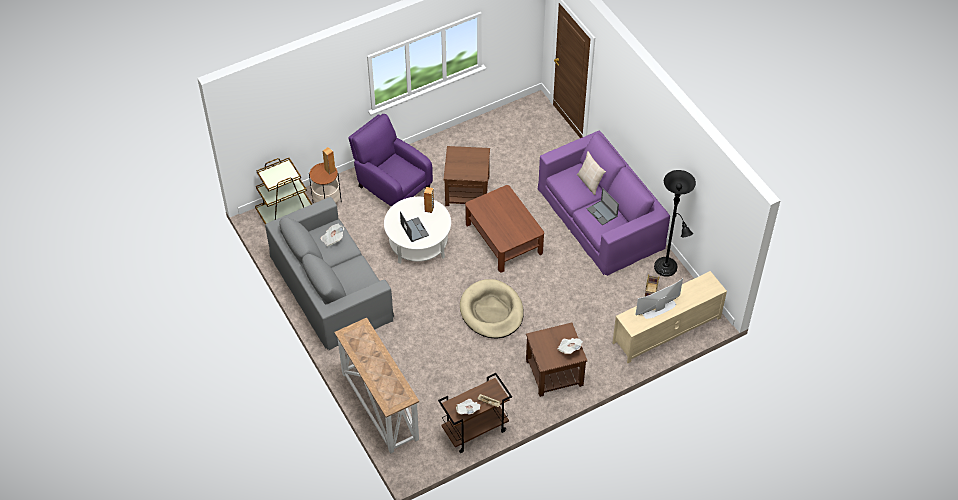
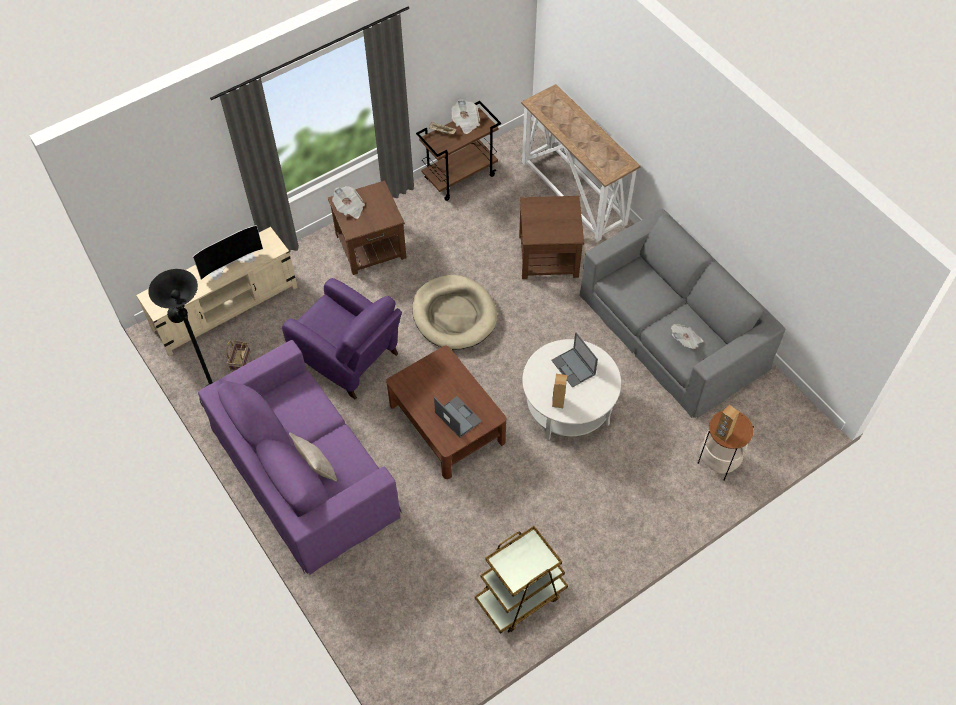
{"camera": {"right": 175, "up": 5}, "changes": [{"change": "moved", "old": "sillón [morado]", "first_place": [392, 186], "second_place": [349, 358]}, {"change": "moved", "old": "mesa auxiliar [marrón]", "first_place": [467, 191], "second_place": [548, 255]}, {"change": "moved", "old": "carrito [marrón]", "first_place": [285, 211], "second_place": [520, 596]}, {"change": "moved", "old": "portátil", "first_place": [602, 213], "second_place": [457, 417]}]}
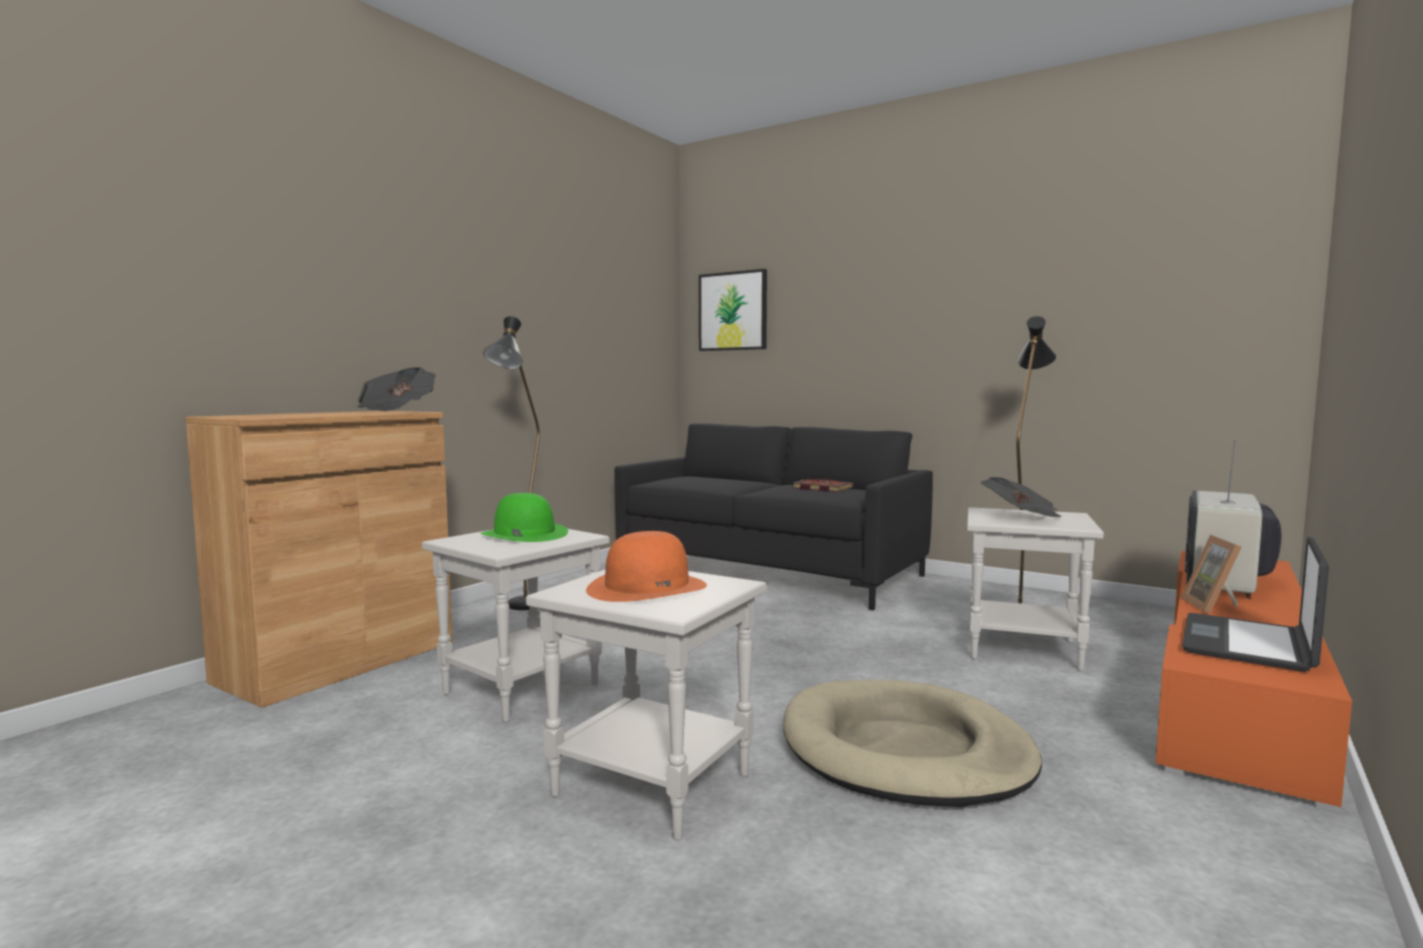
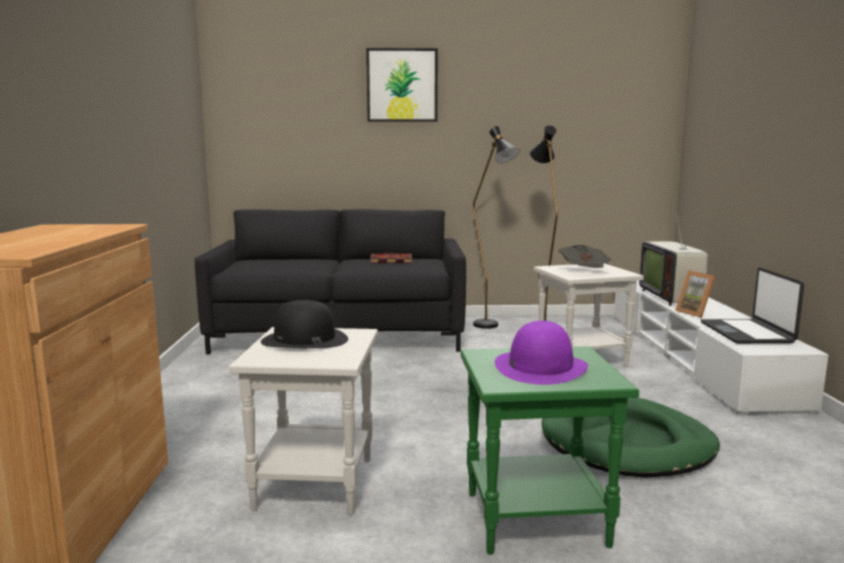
{"camera": {"right": -35, "up": 5}, "changes": [{"change": "moved", "old": "cuadro", "first_place": [733, 311], "second_place": [402, 85]}, {"change": "moved", "old": "lámpara de pie [negro]", "first_place": [521, 609], "second_place": [491, 327]}, {"change": "removed", "old": "periódico", "first_place": [397, 412]}, {"change": "recoloured", "old": "sombrero [verde]", "new": "sombrero [negro]", "first_place": [524, 534], "second_place": [304, 340]}, {"change": "recoloured", "old": "sombrero [naranja]", "new": "sombrero [morado]", "first_place": [647, 587], "second_place": [540, 367]}, {"change": "recoloured", "old": "mueble de televisión [naranja]", "new": "mueble de televisión [blanco]", "first_place": [1233, 682], "second_place": [694, 355]}, {"change": "recoloured", "old": "mesa auxiliar [blanco]", "new": "mesa auxiliar [verde]", "first_place": [648, 785], "second_place": [534, 520]}, {"change": "recoloured", "old": "cama para perro [beis]", "new": "cama para perro [verde]", "first_place": [905, 751], "second_place": [627, 443]}]}
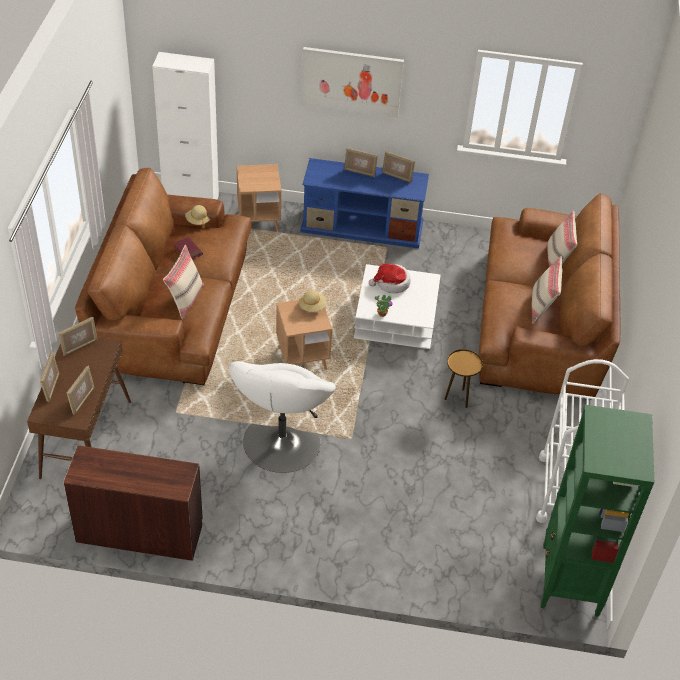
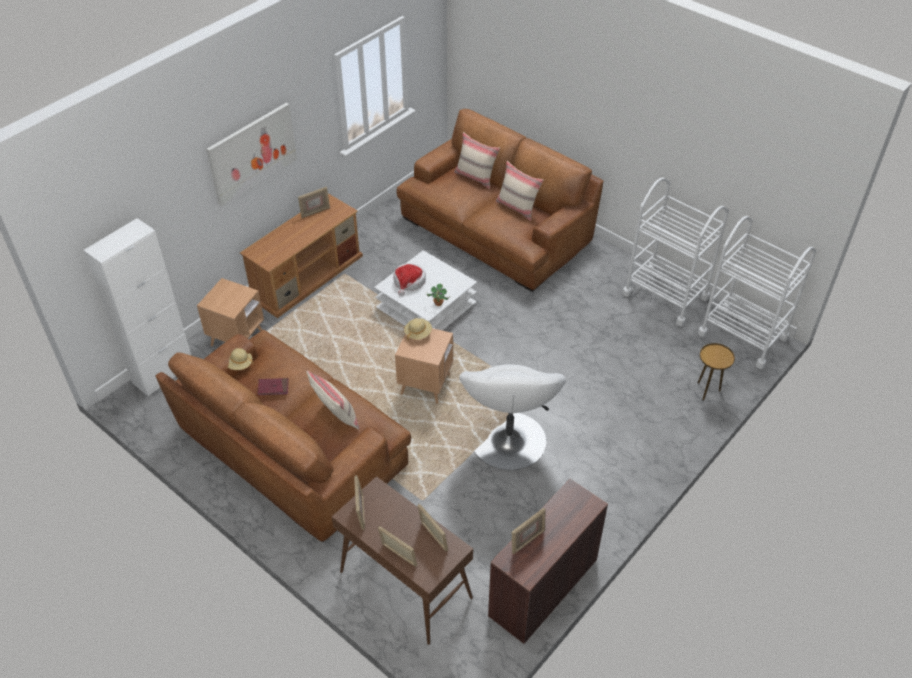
{"camera": {"right": -55, "up": 0}, "changes": [{"change": "moved", "old": "portarretratos", "first_place": [359, 172], "second_place": [527, 540]}, {"change": "recoloured", "old": "mueble de televisión [azul]", "new": "mueble de televisión [marrón]", "first_place": [363, 226], "second_place": [307, 276]}, {"change": "moved", "old": "mesa auxiliar [marrón]", "first_place": [458, 398], "second_place": [707, 391]}, {"change": "turned", "old": "sillón [blanco]", "first_place": [281, 443], "second_place": [508, 441], "degrees": 45}, {"change": "replaced", "old": "estantería [verde]", "new": "carrito [blanco]", "first_place": [569, 581], "second_place": [742, 336]}]}
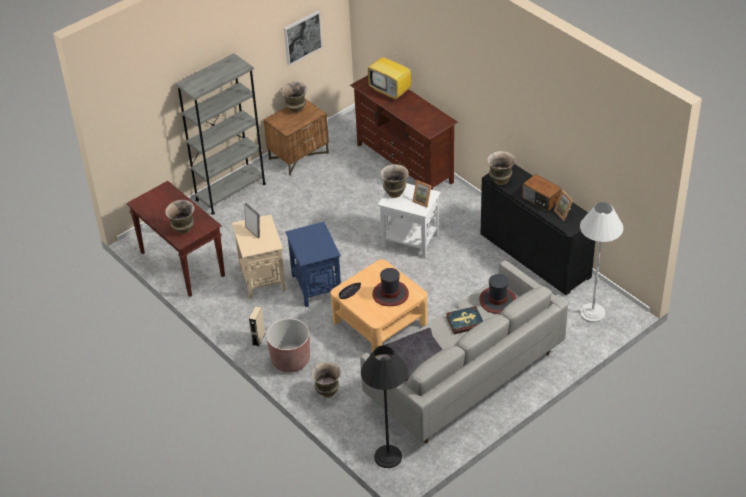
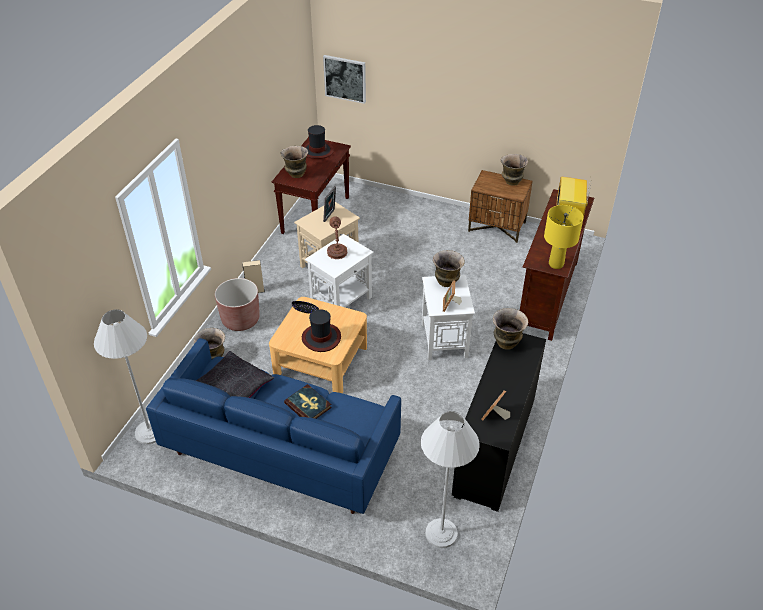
{"camera": {"right": 60, "up": 0}, "changes": [{"change": "moved", "old": "cuadro", "first_place": [302, 37], "second_place": [345, 78]}, {"change": "removed", "old": "estantería [gris]", "first_place": [230, 192]}, {"change": "removed", "old": "radio", "first_place": [540, 200]}, {"change": "recoloured", "old": "mesa auxiliar [azul]", "new": "mesa auxiliar [blanco]", "first_place": [316, 285], "second_place": [342, 300]}, {"change": "recoloured", "old": "sofá [gris]", "new": "sofá [azul]", "first_place": [463, 377], "second_place": [281, 451]}, {"change": "moved", "old": "sombrero", "first_place": [497, 300], "second_place": [317, 151]}, {"change": "recoloured", "old": "lámpara de pie [negro]", "new": "lámpara de pie [blanco]", "first_place": [388, 457], "second_place": [149, 432]}, {"change": "added", "new": "lámpara de mesa [amarillo]", "second_place": [556, 264]}, {"change": "added", "new": "lámpara de mesa [marrón]", "second_place": [337, 251]}]}
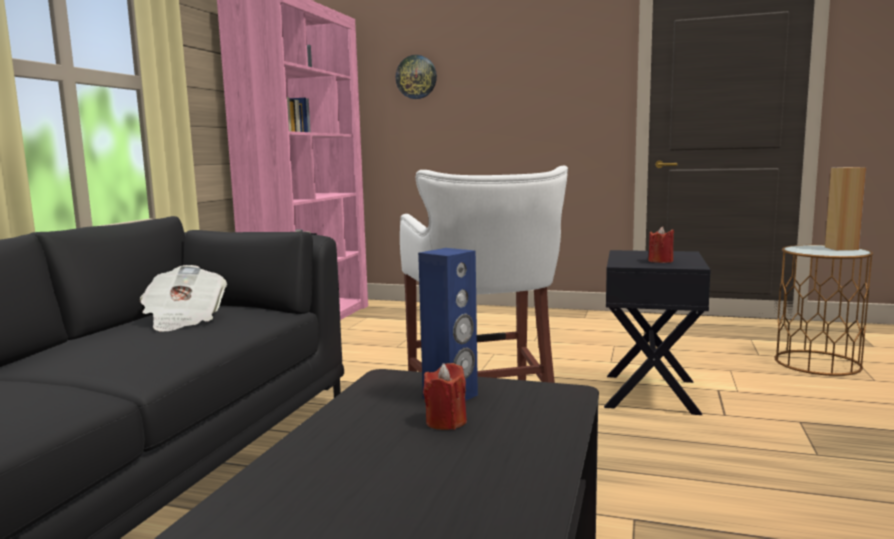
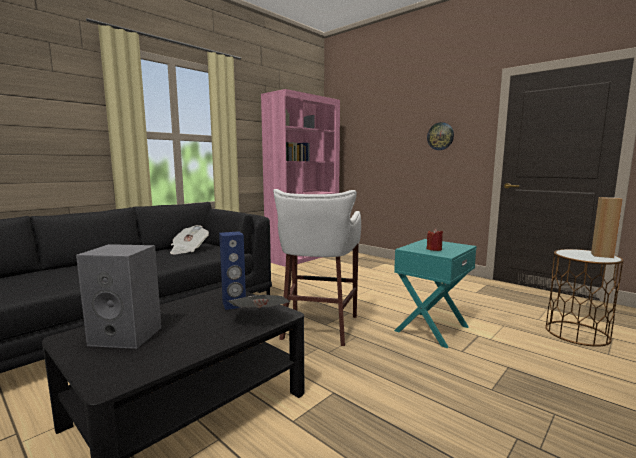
{"camera": {"right": 25, "up": 0}, "changes": [{"change": "moved", "old": "reloj de pared", "first_place": [416, 77], "second_place": [440, 136]}, {"change": "recoloured", "old": "mesa auxiliar [negro]", "new": "mesa auxiliar [turquesa]", "first_place": [648, 393], "second_place": [430, 328]}, {"change": "removed", "old": "vela [rojo]", "first_place": [446, 422]}, {"change": "added", "new": "altavoz [gris]", "second_place": [128, 335]}, {"change": "added", "new": "periódico", "second_place": [260, 318]}]}
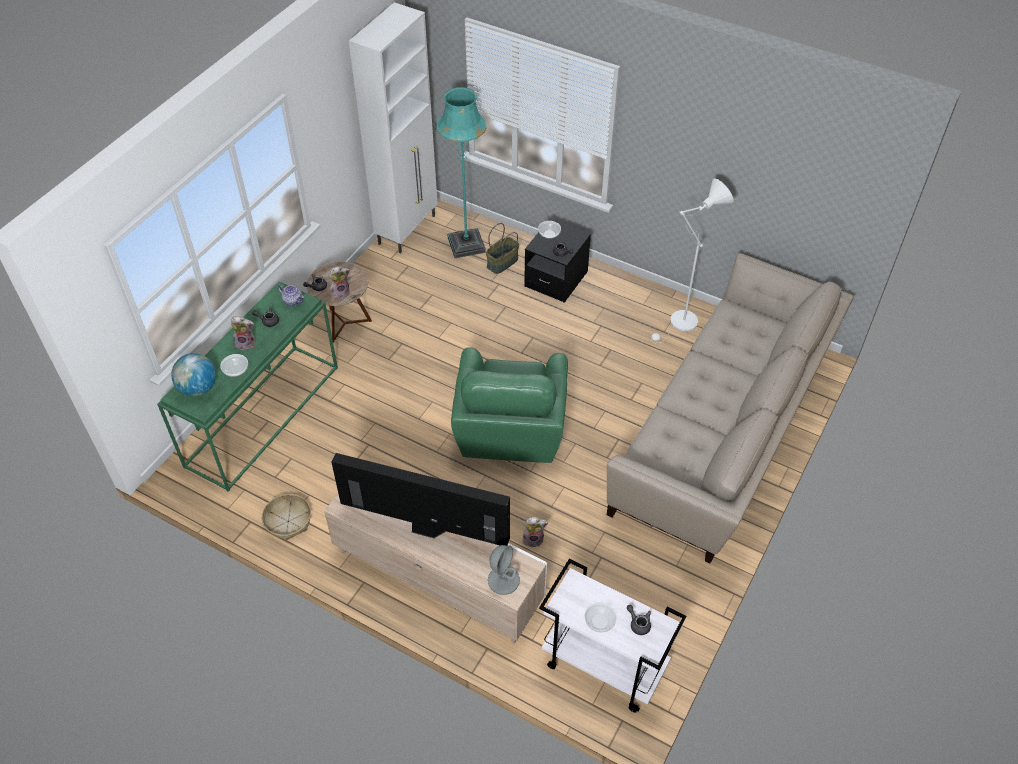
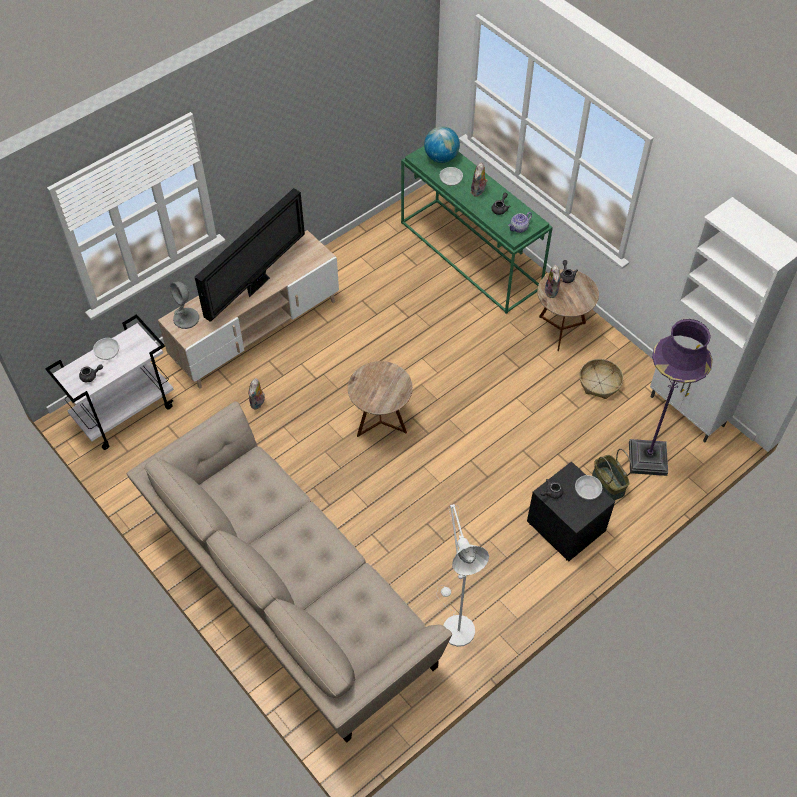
{"camera": {"right": 110, "up": 5}, "changes": [{"change": "recoloured", "old": "lámpara de pie [turquesa]", "new": "lámpara de pie [morado]", "first_place": [466, 244], "second_place": [647, 459]}, {"change": "replaced", "old": "sillón [verde]", "new": "mesa auxiliar [marrón]", "first_place": [510, 428], "second_place": [381, 422]}, {"change": "moved", "old": "cesta", "first_place": [288, 521], "second_place": [599, 383]}]}
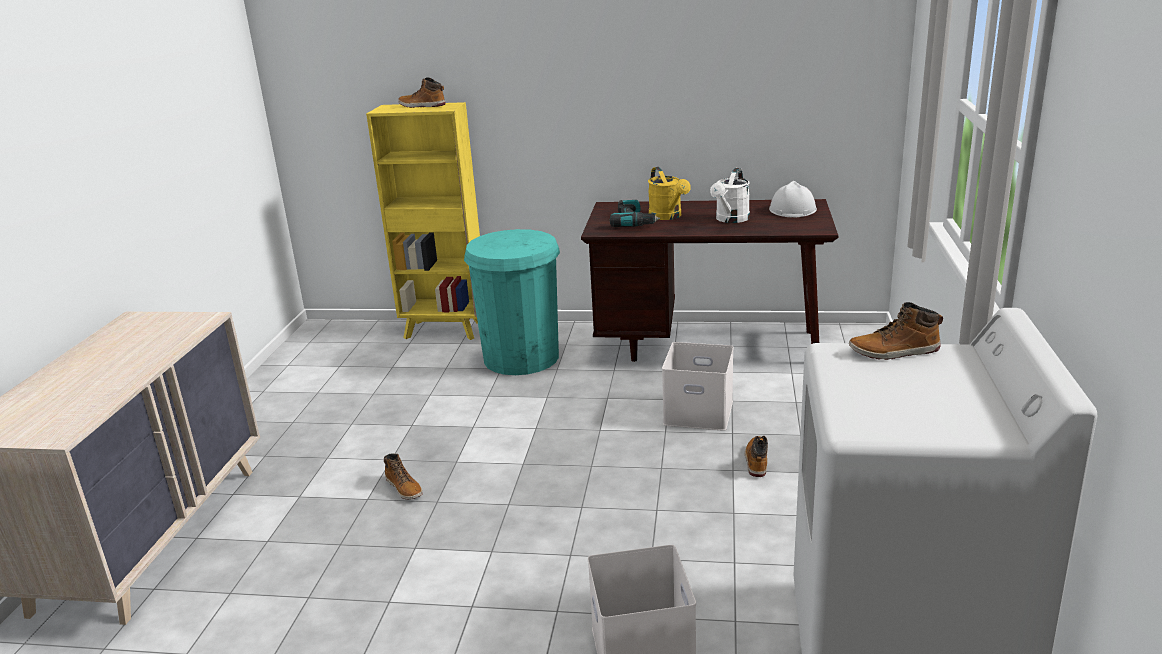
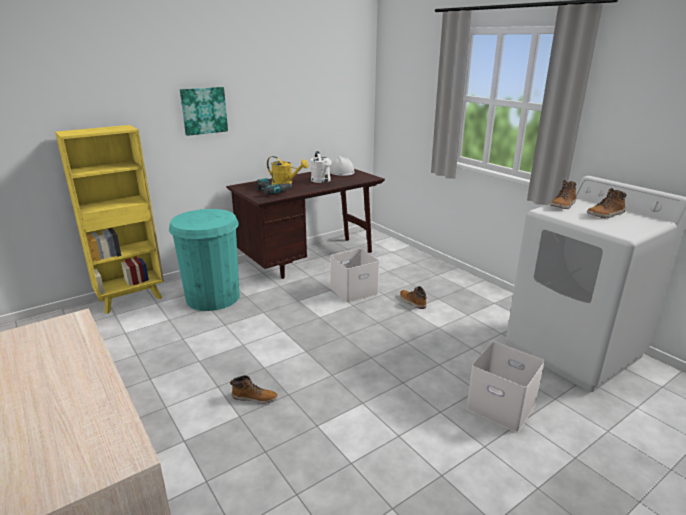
{"camera": {"right": -45, "up": 0}, "changes": [{"change": "moved", "old": "bota", "first_place": [422, 106], "second_place": [605, 214]}, {"change": "added", "new": "cuadro", "second_place": [203, 110]}]}
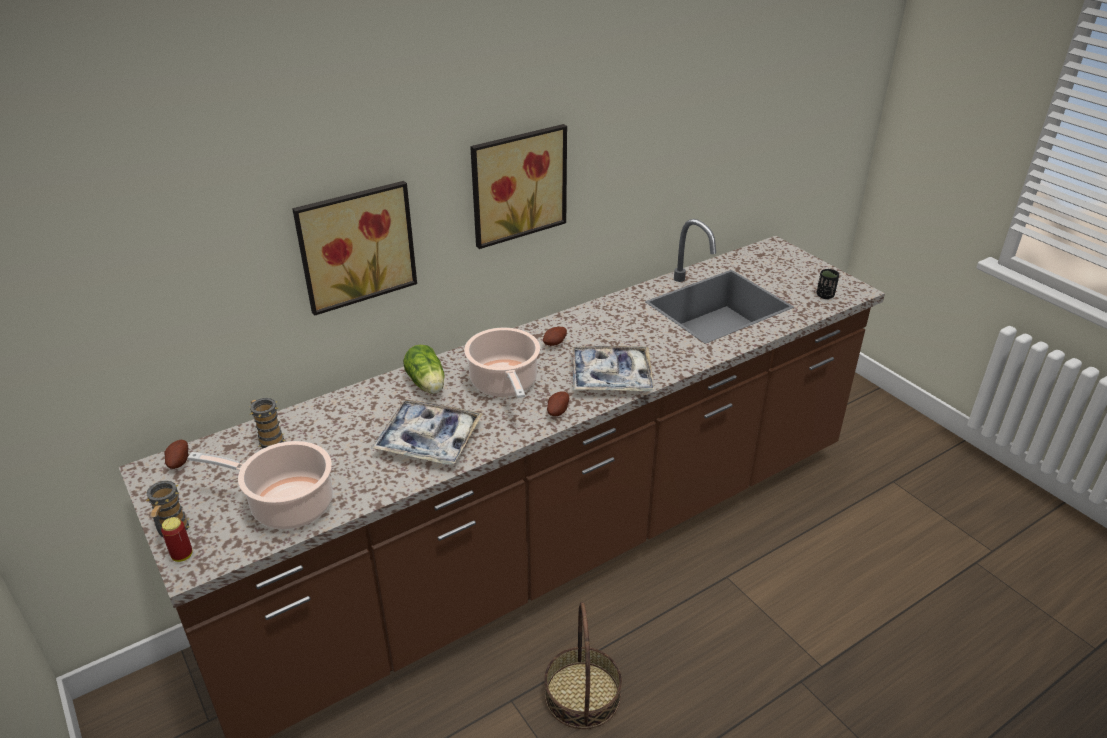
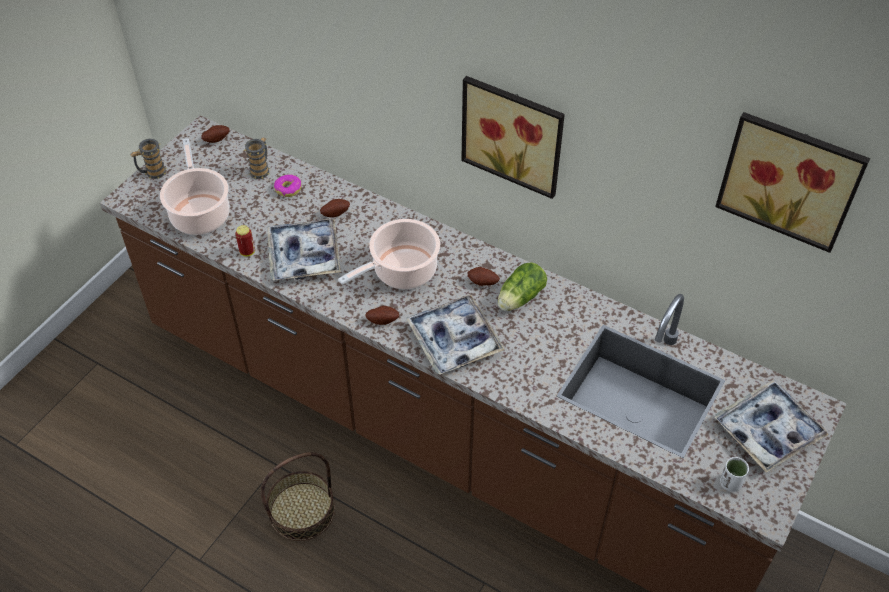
{"camera": {"right": 65, "up": 15}, "changes": [{"change": "moved", "old": "cuadro", "first_place": [355, 245], "second_place": [791, 178]}, {"change": "recoloured", "old": "taza [negro]", "new": "taza [blanco]", "first_place": [825, 295], "second_place": [730, 483]}, {"change": "moved", "old": "lechuga", "first_place": [427, 384], "second_place": [519, 298]}, {"change": "moved", "old": "lata", "first_place": [182, 555], "second_place": [247, 252]}, {"change": "added", "new": "rosquilla", "second_place": [288, 189]}, {"change": "added", "new": "patata", "second_place": [335, 213]}, {"change": "added", "new": "bandeja", "second_place": [767, 431]}]}
